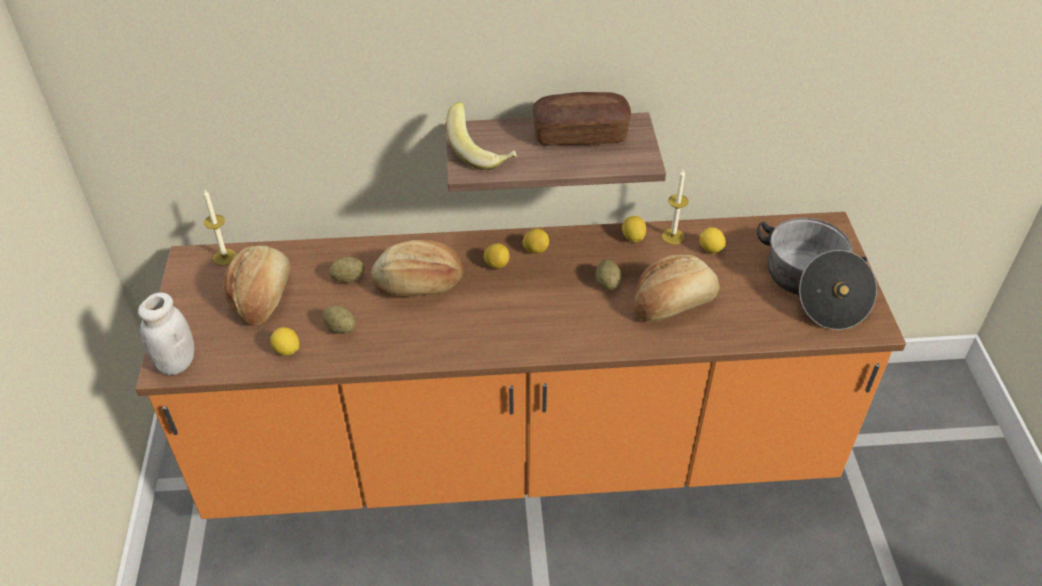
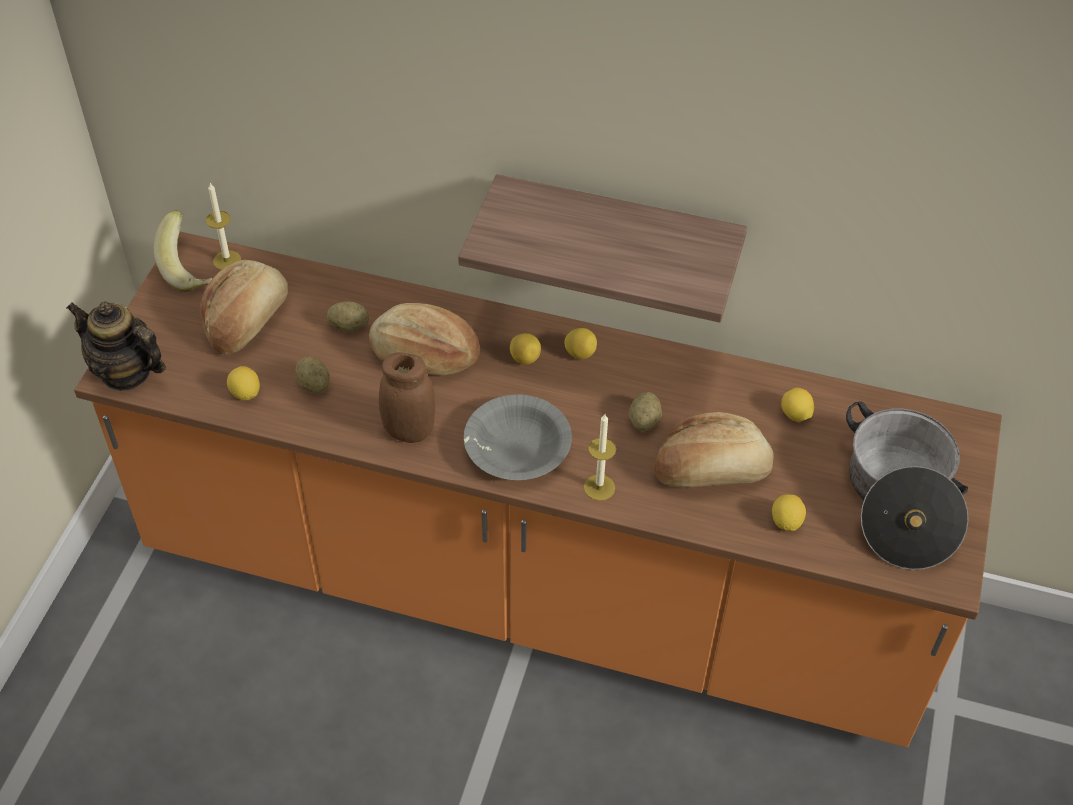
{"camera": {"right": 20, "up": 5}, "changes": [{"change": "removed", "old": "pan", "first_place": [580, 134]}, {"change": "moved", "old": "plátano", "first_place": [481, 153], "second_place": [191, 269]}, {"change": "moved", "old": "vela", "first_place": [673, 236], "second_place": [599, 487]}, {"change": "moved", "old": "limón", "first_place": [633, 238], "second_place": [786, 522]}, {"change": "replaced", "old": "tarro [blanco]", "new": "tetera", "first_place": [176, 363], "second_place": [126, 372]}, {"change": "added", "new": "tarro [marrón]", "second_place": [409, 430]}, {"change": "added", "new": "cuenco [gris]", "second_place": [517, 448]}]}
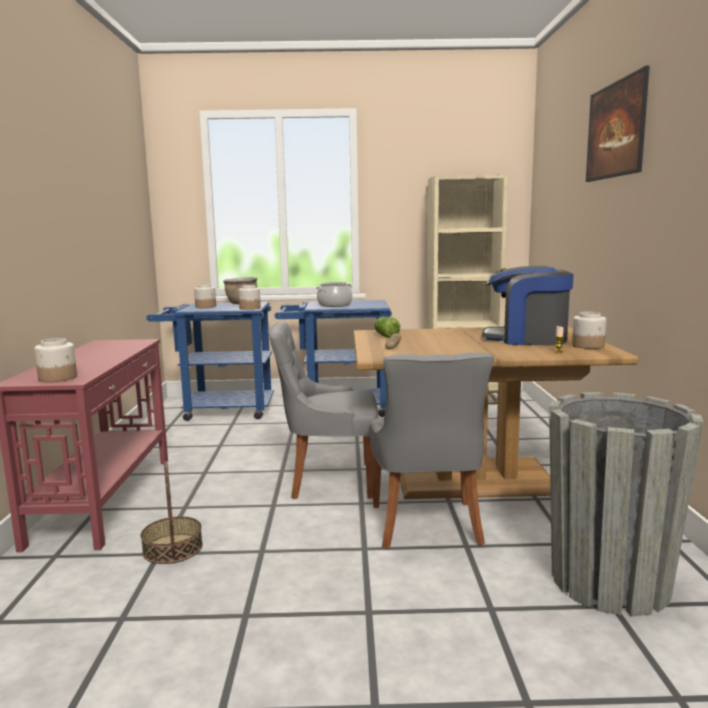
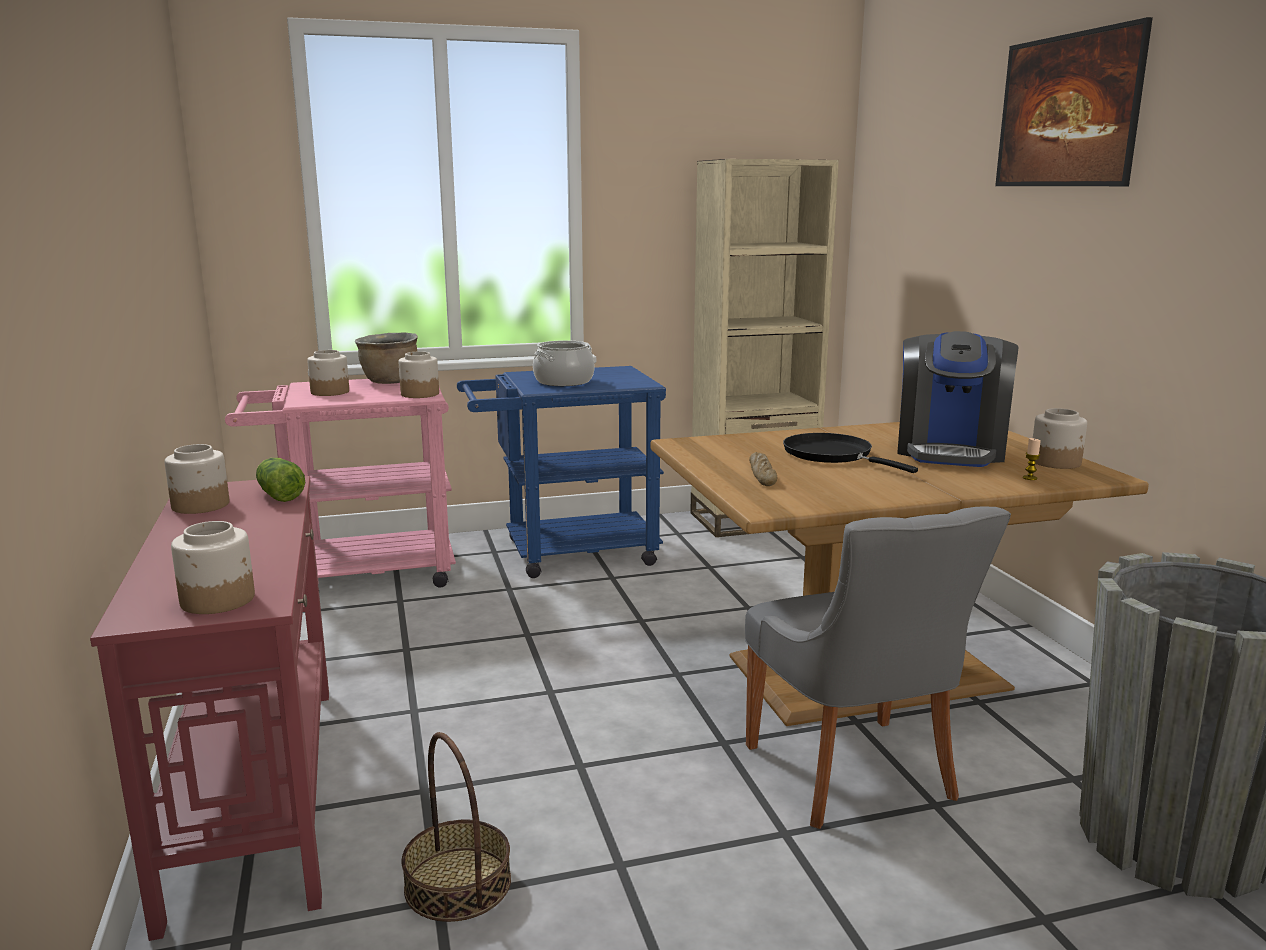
{"camera": {"right": -15, "up": 5}, "changes": [{"change": "turned", "old": "cafetera", "first_place": [526, 339], "second_place": [950, 451], "degrees": -75}, {"change": "recoloured", "old": "carrito [azul]", "new": "carrito [rosa]", "first_place": [220, 410], "second_place": [359, 574]}, {"change": "moved", "old": "lechuga", "first_place": [385, 336], "second_place": [279, 495]}, {"change": "removed", "old": "silla [gris]", "first_place": [328, 480]}, {"change": "added", "new": "sartén [negro]", "second_place": [832, 455]}, {"change": "added", "new": "tarro", "second_place": [200, 505]}]}
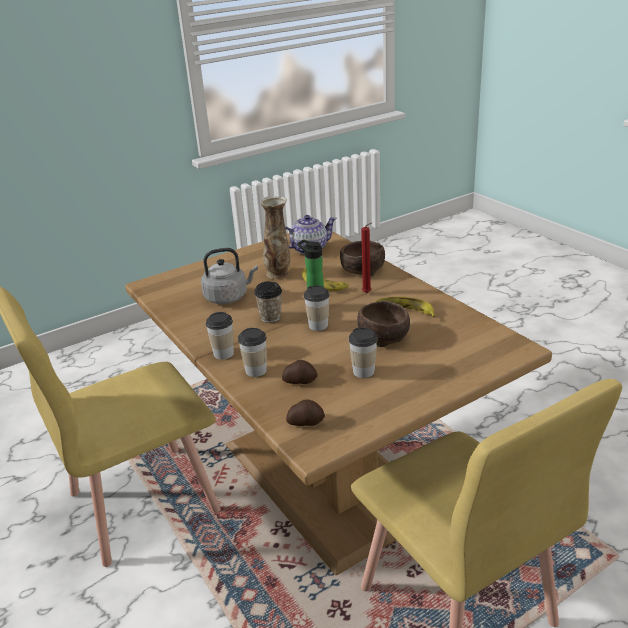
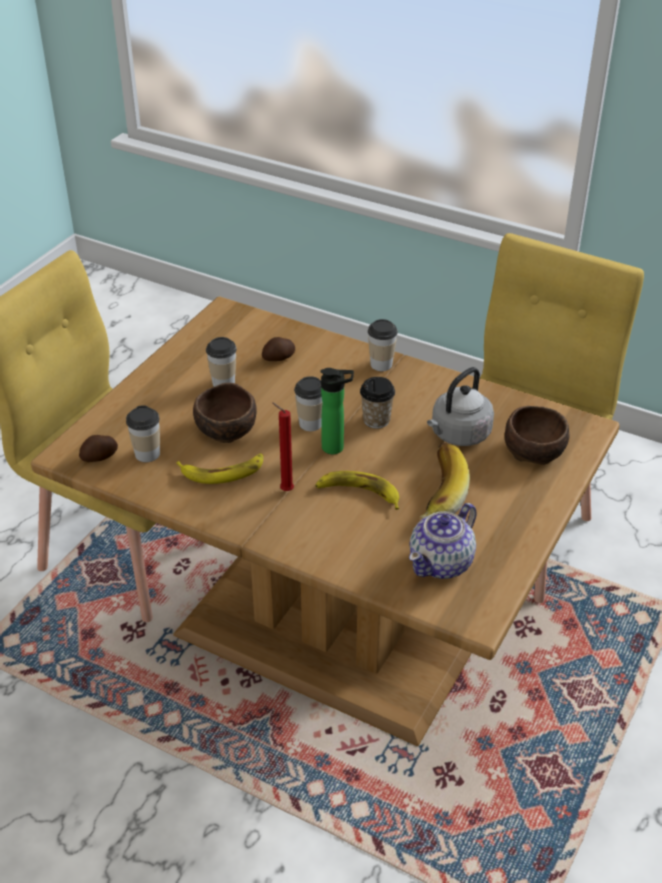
{"camera": {"right": 150, "up": 10}, "changes": [{"change": "replaced", "old": "florero", "new": "plátano", "first_place": [278, 274], "second_place": [436, 494]}, {"change": "moved", "old": "cuenco [marrón]", "first_place": [361, 270], "second_place": [535, 450]}, {"change": "moved", "old": "taza", "first_place": [256, 370], "second_place": [147, 454]}, {"change": "moved", "old": "patata", "first_place": [305, 422], "second_place": [100, 457]}]}
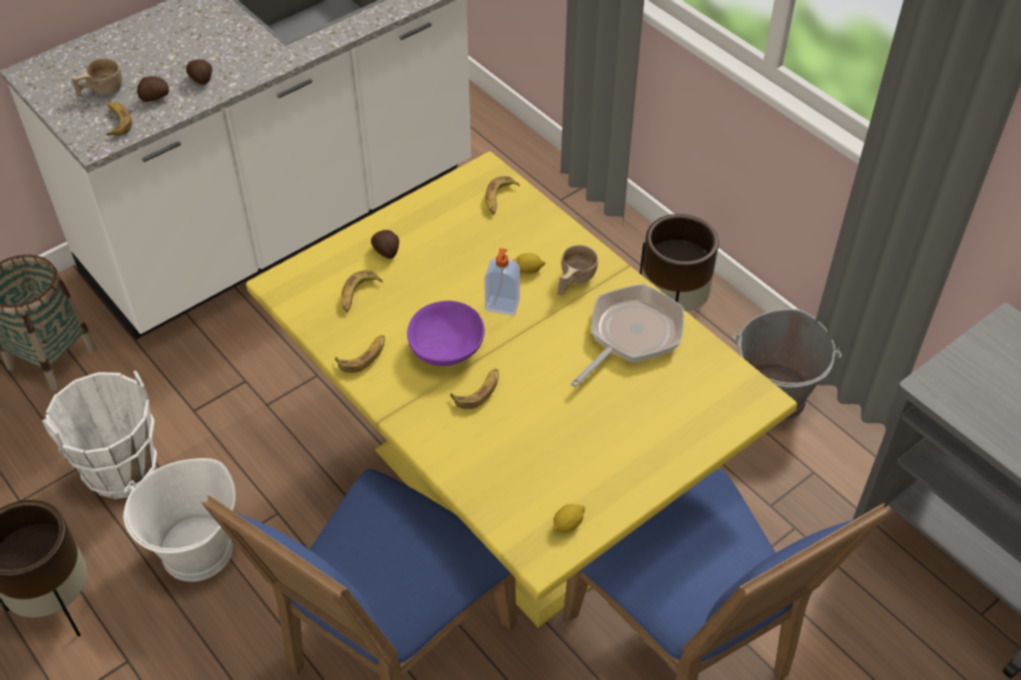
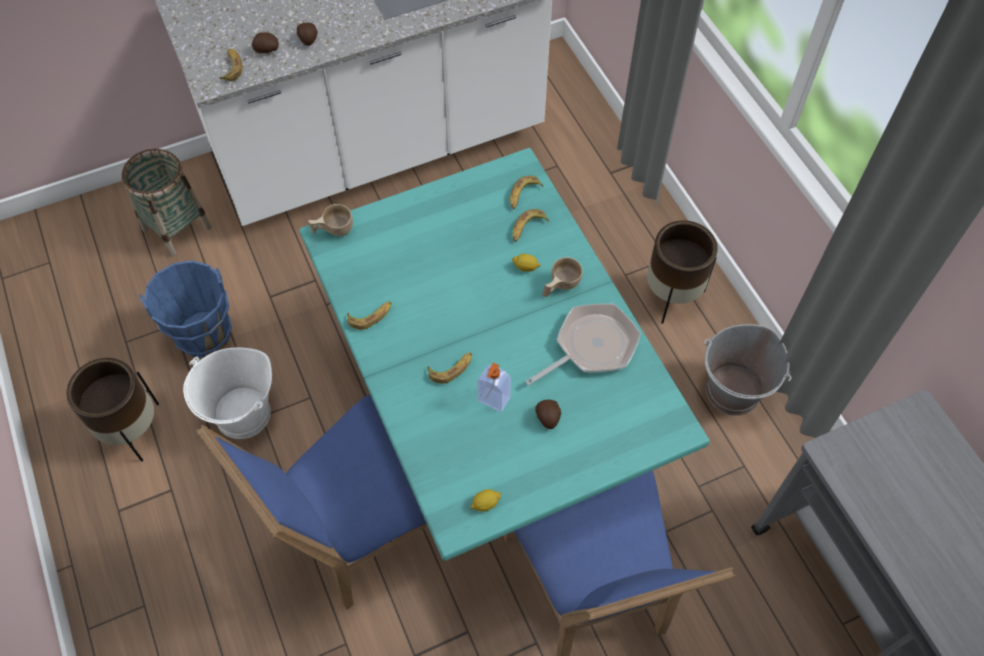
{"camera": {"right": 15, "up": 10}, "changes": [{"change": "moved", "old": "taza [beis]", "first_place": [101, 91], "second_place": [333, 230]}, {"change": "recoloured", "old": "mesa de comedor [amarillo]", "new": "mesa de comedor [turquesa]", "first_place": [510, 496], "second_place": [491, 427]}, {"change": "moved", "old": "patata", "first_place": [386, 252], "second_place": [548, 418]}, {"change": "moved", "old": "dispensador de jabón", "first_place": [502, 307], "second_place": [493, 400]}, {"change": "moved", "old": "plátano", "first_place": [358, 295], "second_place": [527, 228]}, {"change": "removed", "old": "cuenco [morado]", "first_place": [447, 349]}, {"change": "recoloured", "old": "cubo [blanco]", "new": "cubo [azul]", "first_place": [121, 471], "second_place": [204, 335]}]}
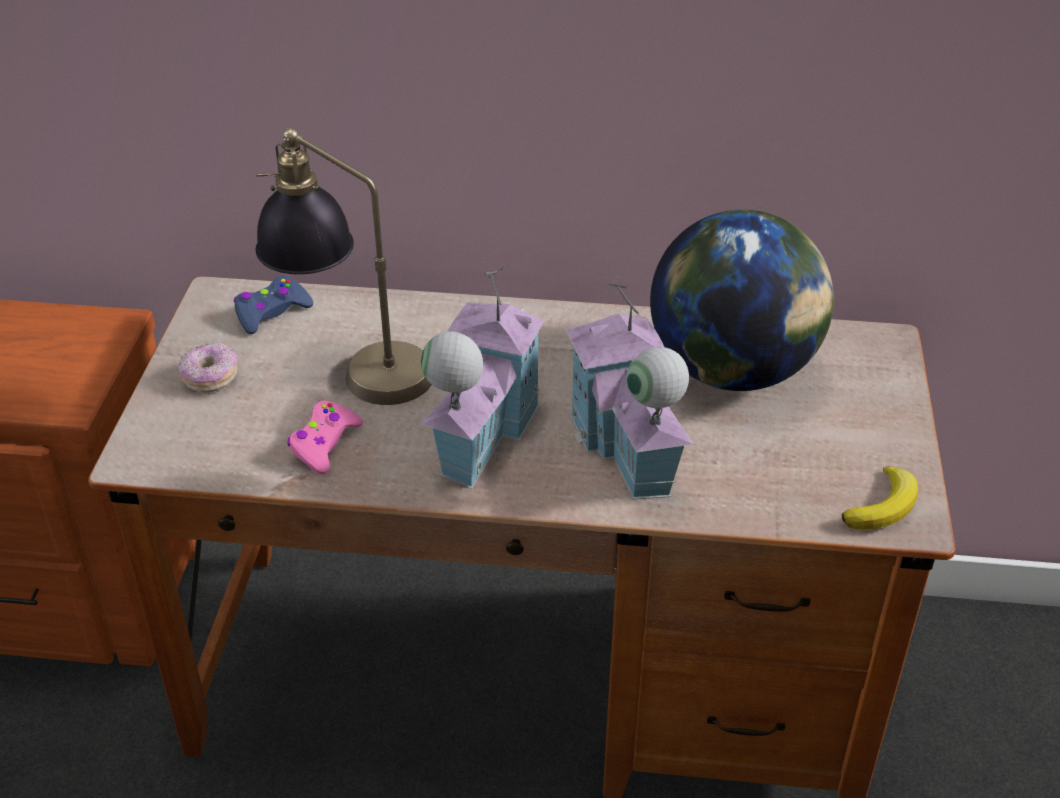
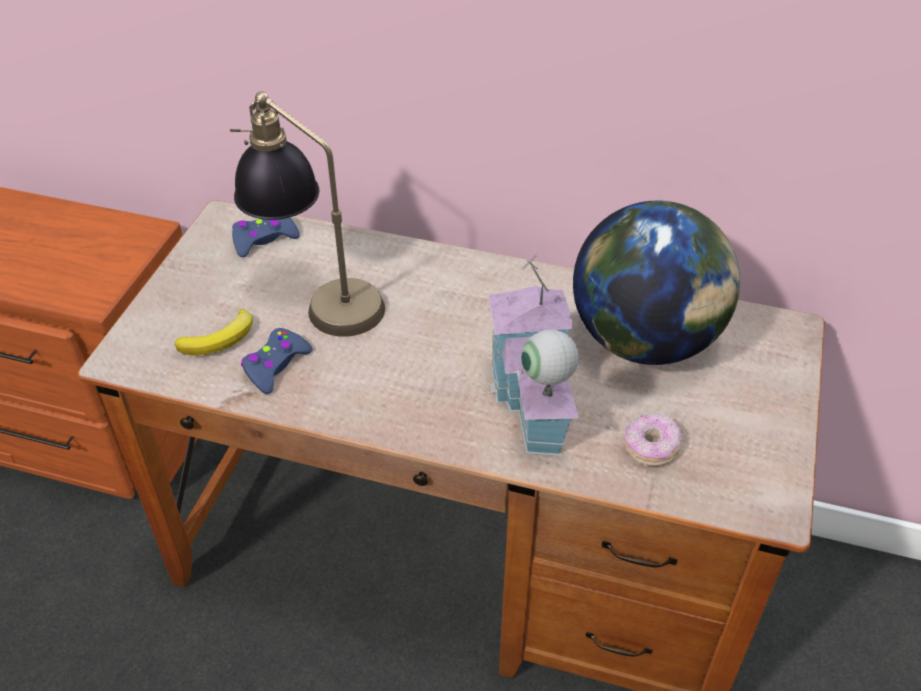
{"camera": {"right": 10, "up": 5}, "changes": [{"change": "removed", "old": "casita", "first_place": [481, 434]}, {"change": "moved", "old": "rosquilla", "first_place": [210, 378], "second_place": [650, 447]}, {"change": "recoloured", "old": "mando de consola [rosa]", "new": "mando de consola [azul]", "first_place": [324, 444], "second_place": [275, 366]}, {"change": "moved", "old": "plátano", "first_place": [883, 505], "second_place": [220, 339]}]}
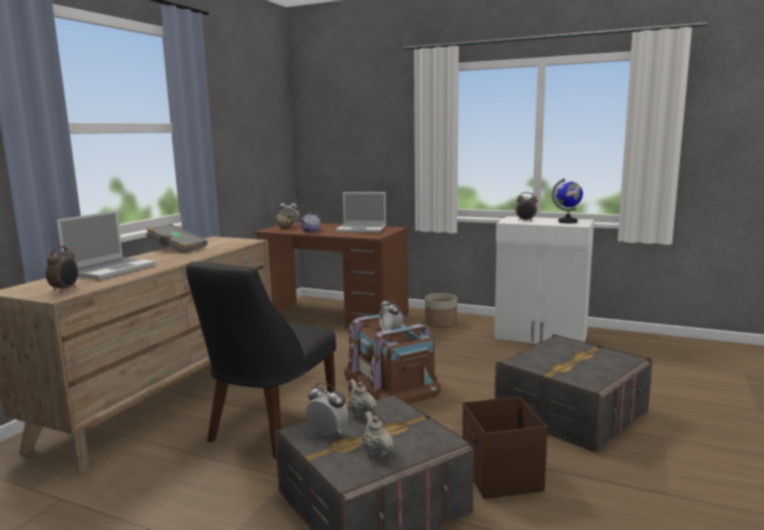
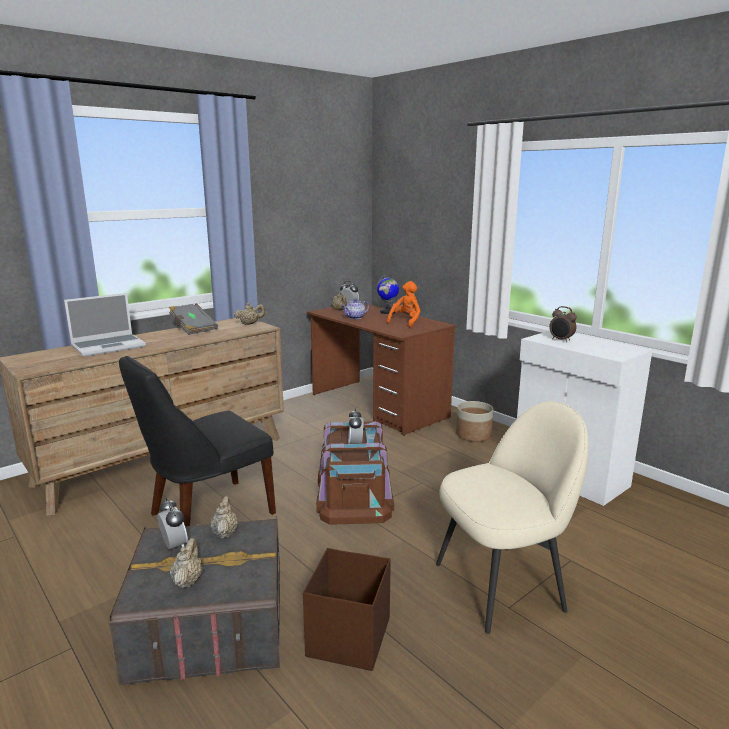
{"camera": {"right": 25, "up": 5}, "changes": [{"change": "moved", "old": "globo terráqueo", "first_place": [568, 222], "second_place": [387, 312]}, {"change": "replaced", "old": "portátil", "new": "peluche [naranja]", "first_place": [362, 229], "second_place": [405, 322]}, {"change": "removed", "old": "despertador", "first_place": [65, 289]}, {"change": "replaced", "old": "caja de almacenaje [gris]", "new": "silla [beis]", "first_place": [571, 413], "second_place": [501, 585]}, {"change": "added", "new": "tetera [beis]", "second_place": [250, 324]}]}
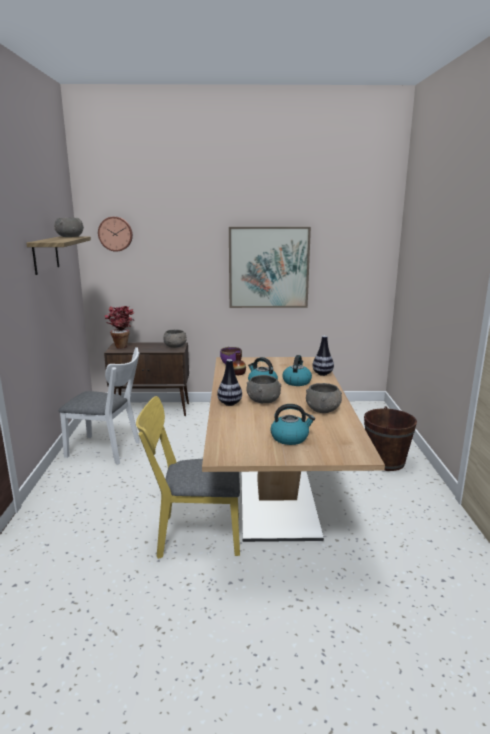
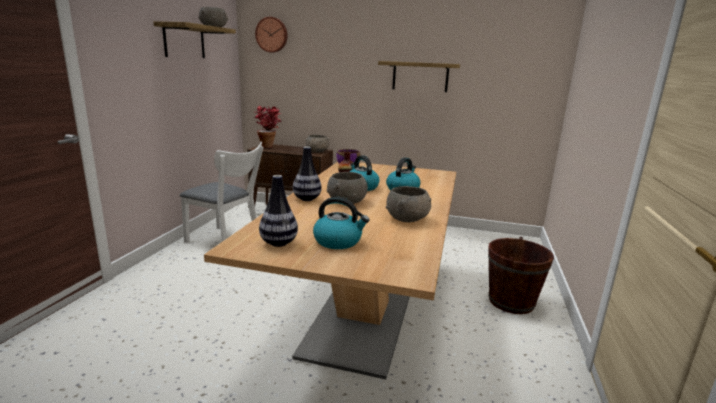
{"camera": {"right": 15, "up": 0}, "changes": [{"change": "replaced", "old": "cuadro", "new": "estante", "first_place": [268, 267], "second_place": [420, 76]}, {"change": "moved", "old": "florero", "first_place": [322, 374], "second_place": [279, 243]}, {"change": "removed", "old": "silla [amarillo]", "first_place": [192, 535]}]}
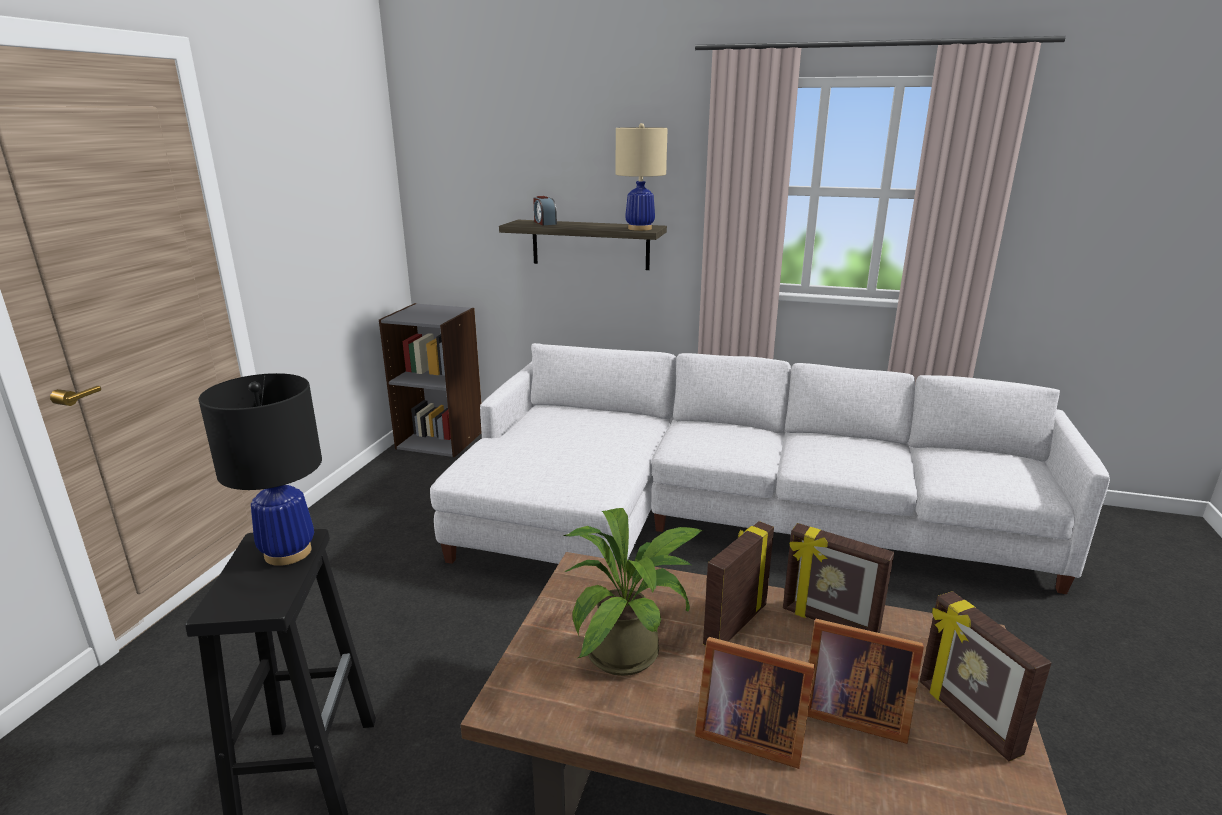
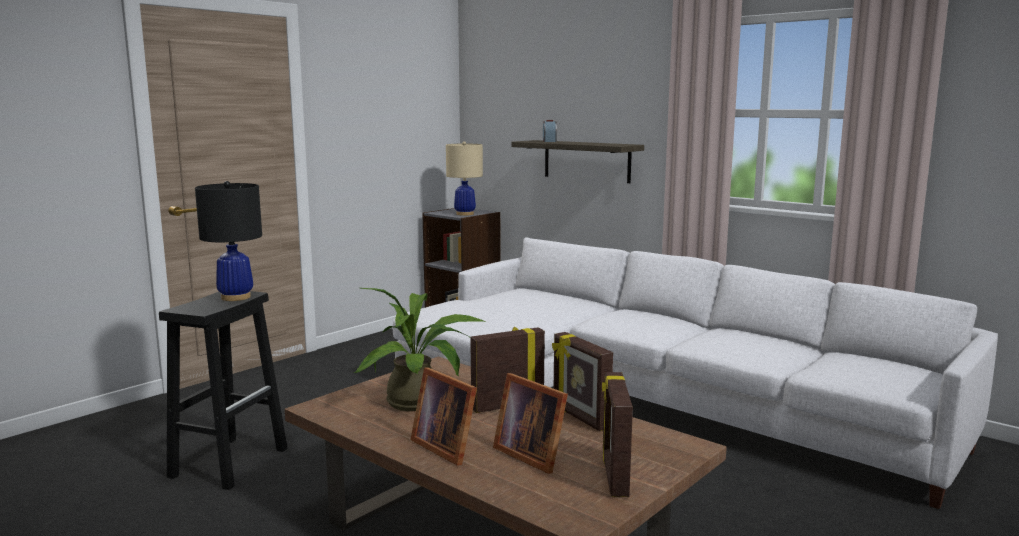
{"camera": {"right": 25, "up": -10}, "changes": [{"change": "moved", "old": "lámpara de mesa [beis]", "first_place": [640, 228], "second_place": [465, 214]}]}
